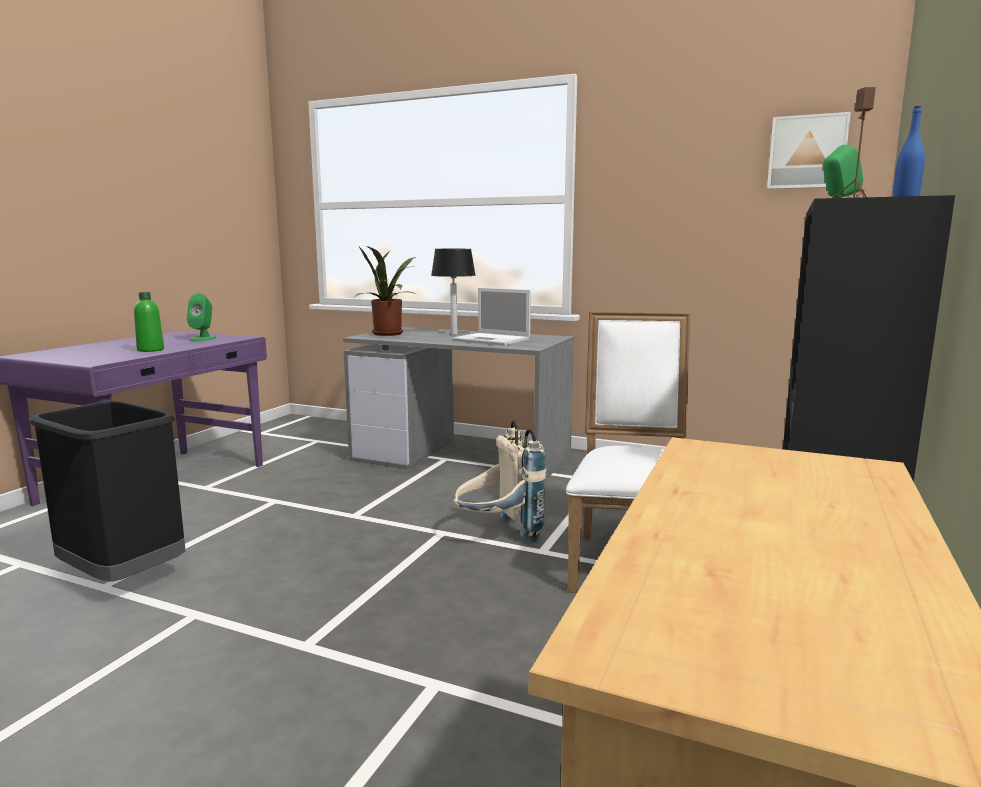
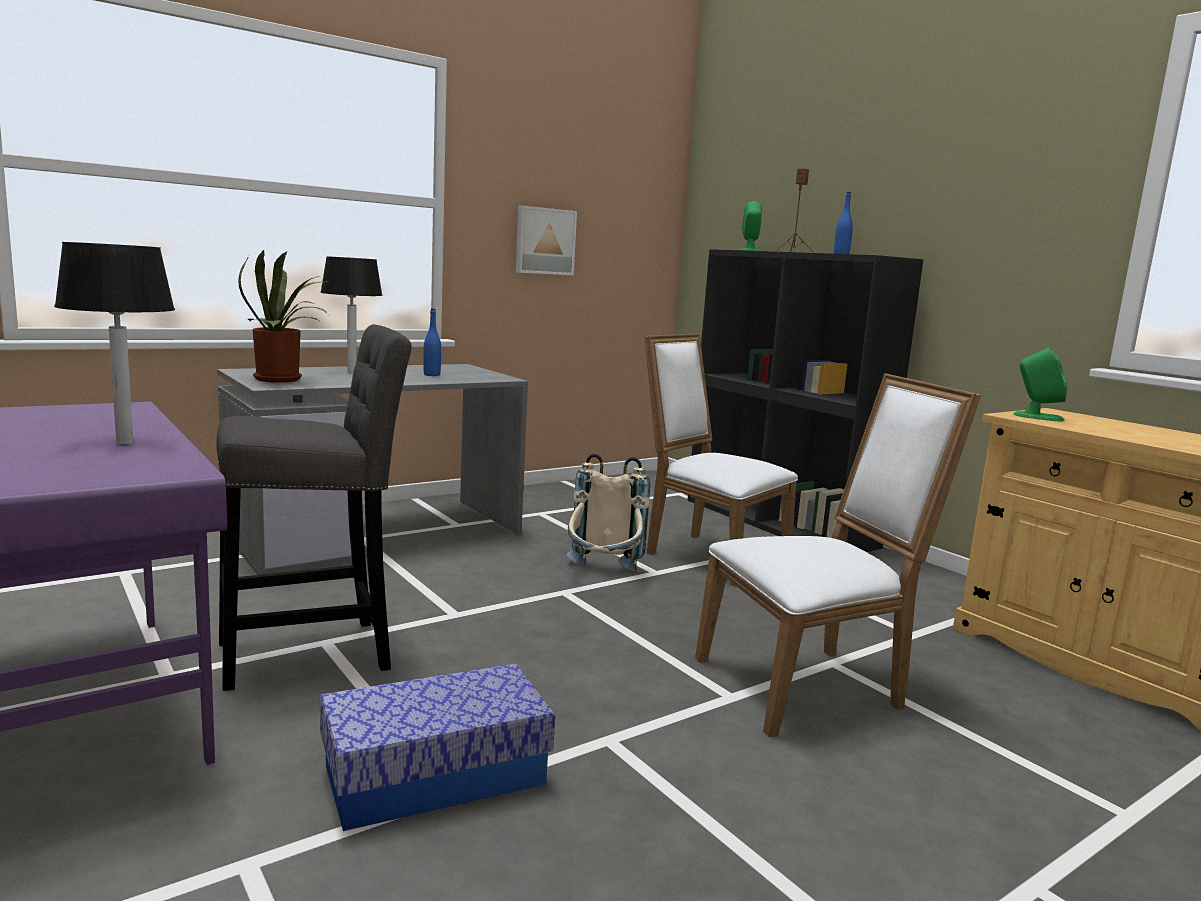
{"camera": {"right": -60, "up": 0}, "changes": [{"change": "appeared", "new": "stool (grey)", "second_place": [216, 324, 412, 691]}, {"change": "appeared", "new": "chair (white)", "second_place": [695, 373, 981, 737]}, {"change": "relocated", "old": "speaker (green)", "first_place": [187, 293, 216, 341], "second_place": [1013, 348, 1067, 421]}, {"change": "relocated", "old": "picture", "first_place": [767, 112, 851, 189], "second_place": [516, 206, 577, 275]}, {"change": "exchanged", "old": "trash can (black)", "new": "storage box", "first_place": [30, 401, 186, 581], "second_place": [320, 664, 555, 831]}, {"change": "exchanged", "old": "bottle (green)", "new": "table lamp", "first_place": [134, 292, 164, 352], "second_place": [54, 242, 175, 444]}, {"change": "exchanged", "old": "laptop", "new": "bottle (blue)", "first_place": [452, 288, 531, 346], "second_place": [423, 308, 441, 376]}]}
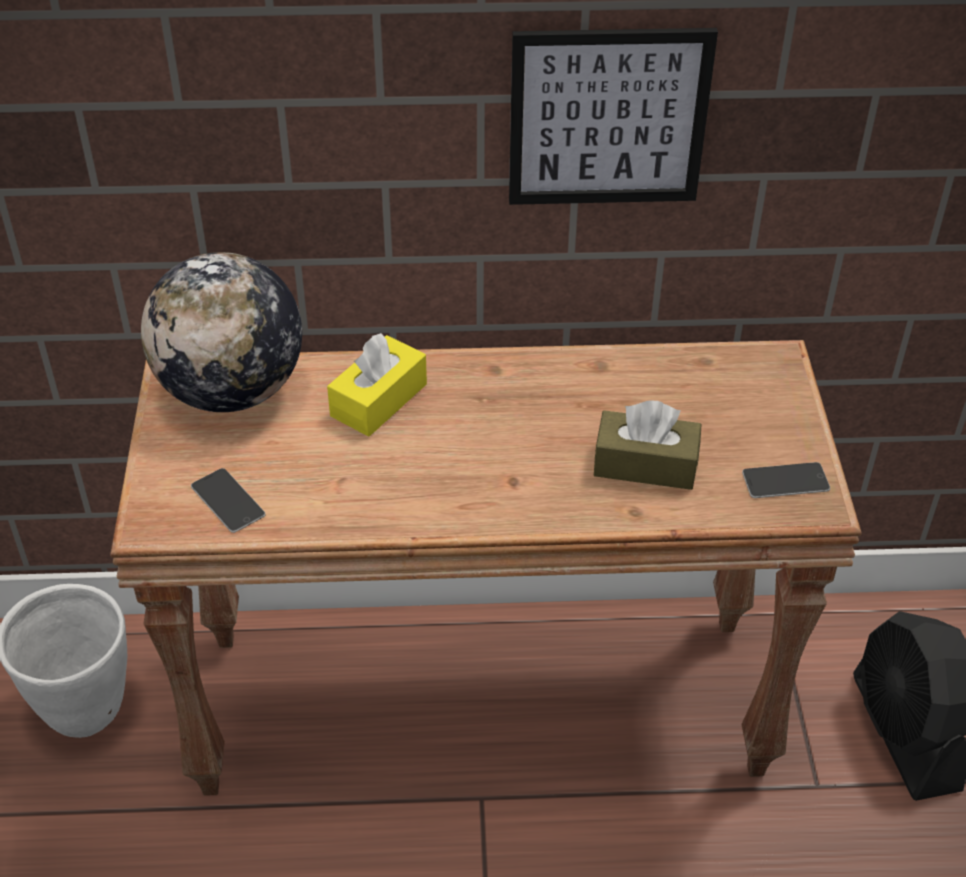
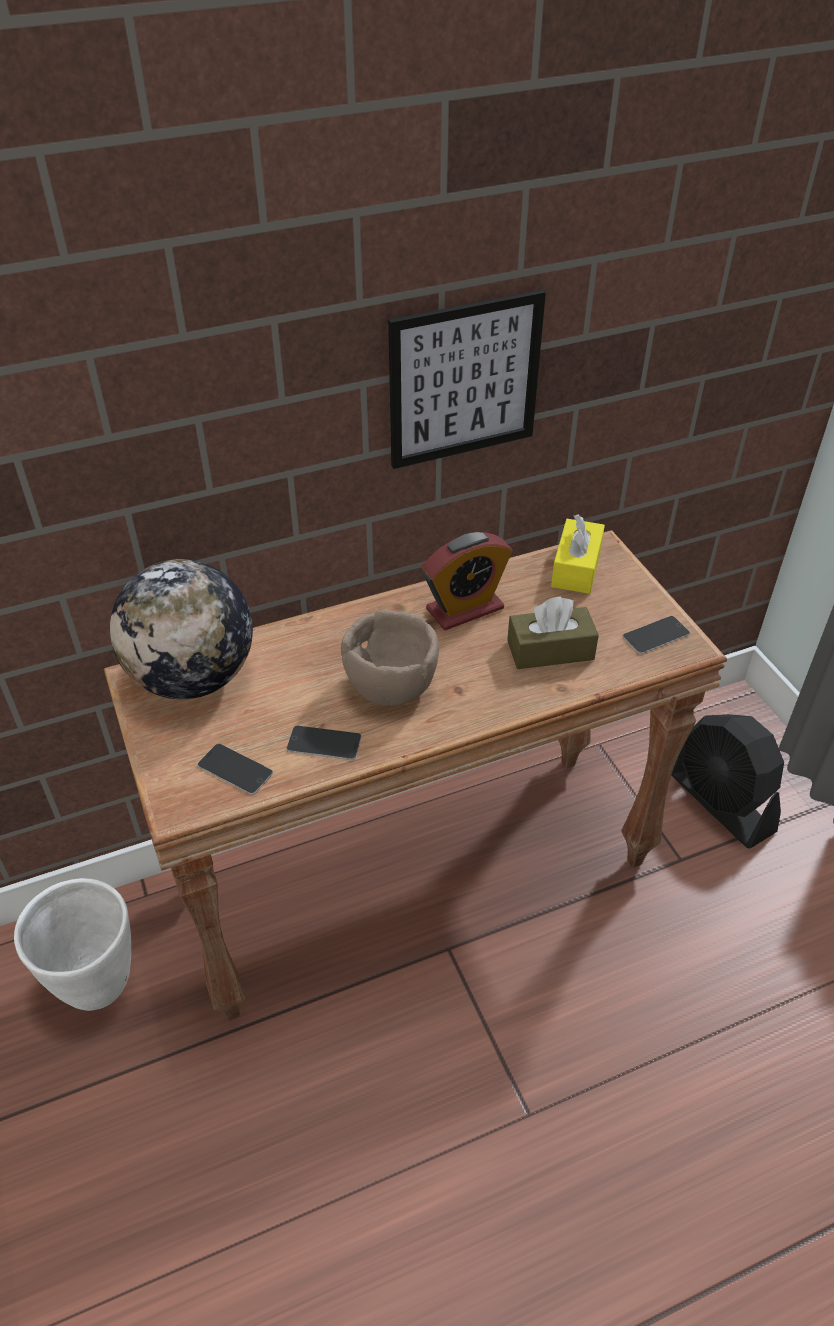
{"camera": {"right": -20, "up": 0}, "changes": [{"change": "appeared", "new": "phone", "second_place": [286, 726, 362, 760]}, {"change": "appeared", "new": "bowl (brown)", "second_place": [341, 610, 439, 706]}, {"change": "appeared", "new": "alarm clock", "second_place": [422, 532, 512, 630]}, {"change": "relocated", "old": "tissue box (yellow)", "first_place": [327, 333, 427, 437], "second_place": [551, 514, 605, 594]}]}
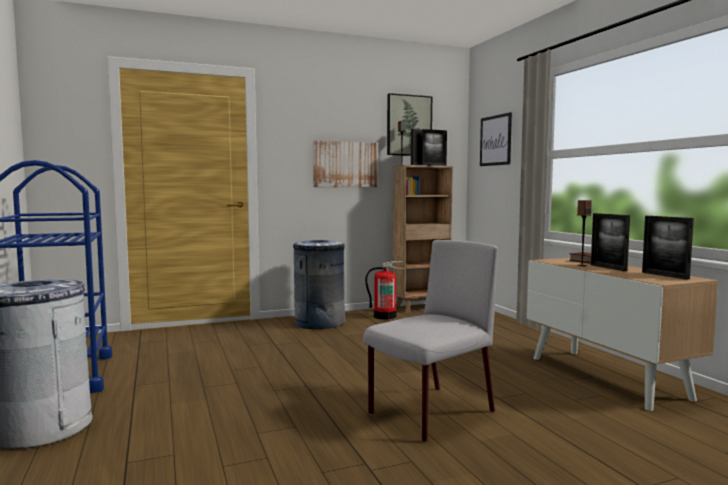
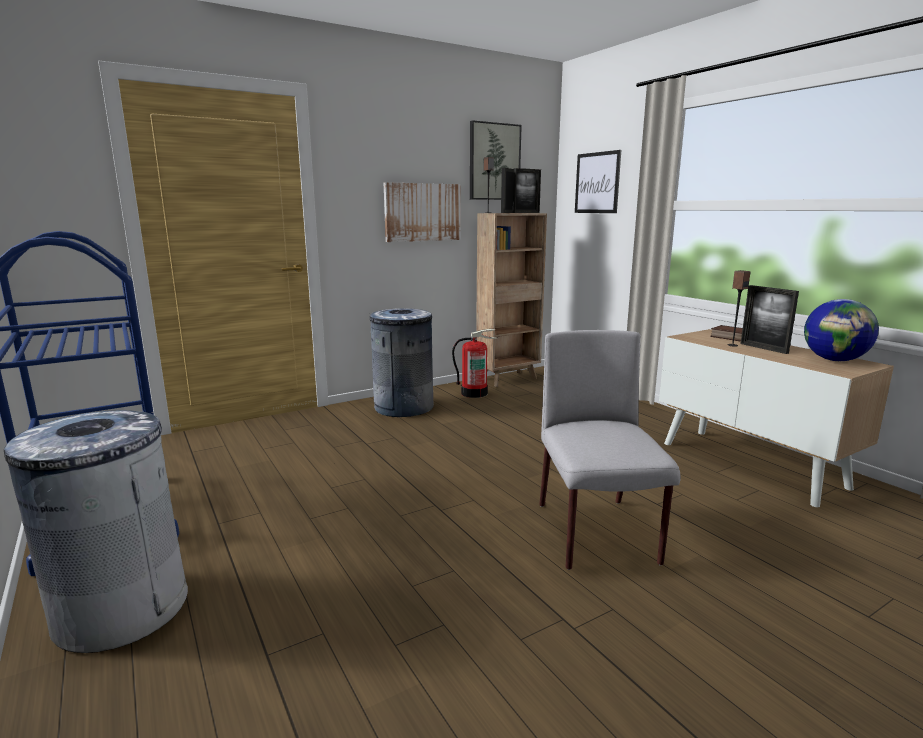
{"camera": {"right": -10, "up": 10}, "changes": [{"change": "exchanged", "old": "picture frame", "new": "globe", "first_place": [642, 216, 694, 280], "second_place": [804, 299, 879, 361]}, {"change": "spun", "old": "chair (grey)", "first_place": [363, 240, 498, 442], "second_place": [539, 330, 681, 570], "degrees": -45}]}
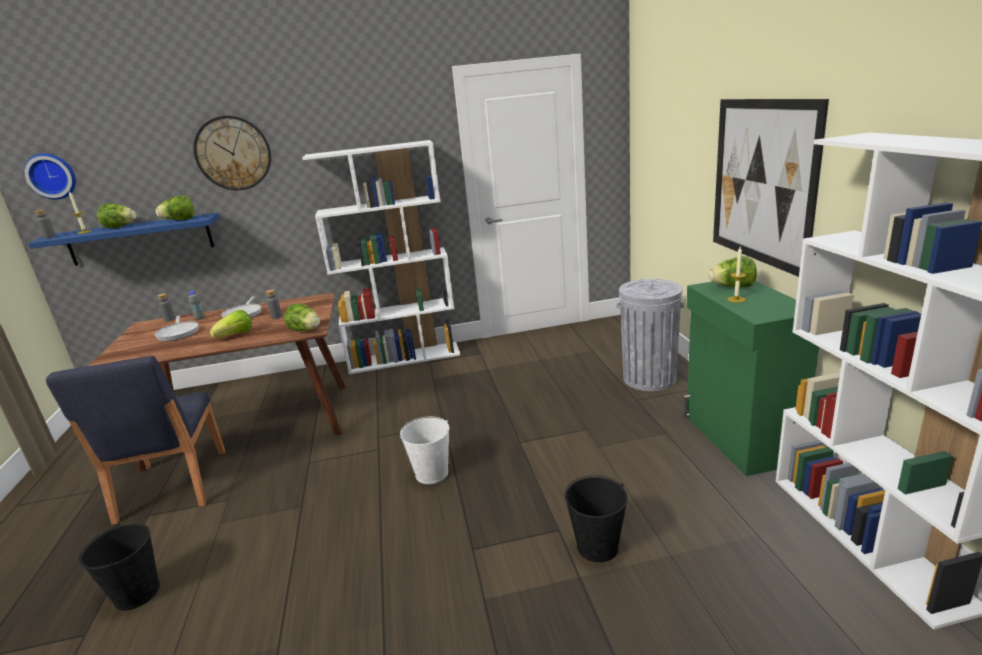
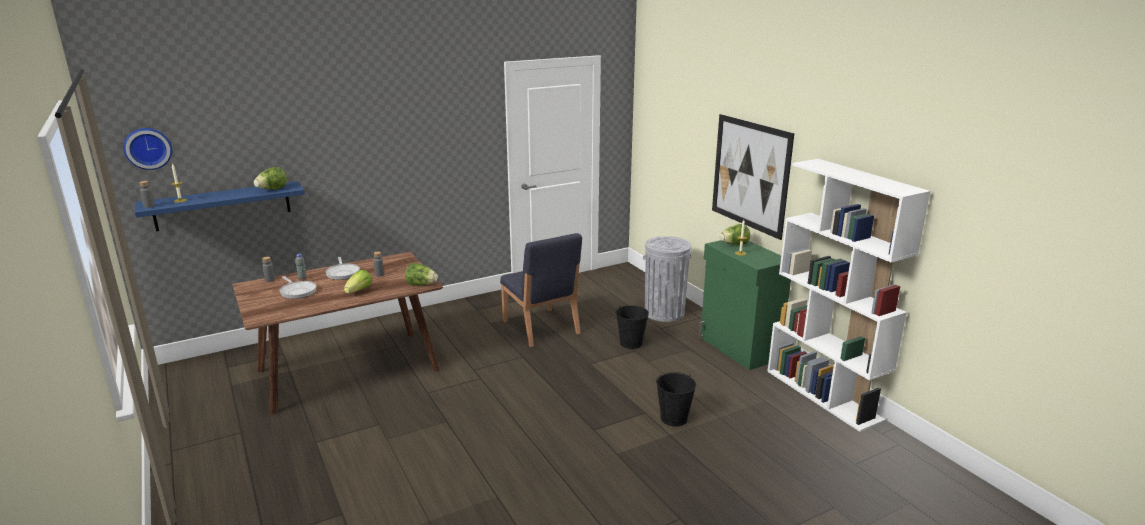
{"camera": {"right": -20, "up": 0}, "changes": [{"change": "missing", "old": "lettuce", "first_place": [97, 204, 137, 228]}, {"change": "missing", "old": "wall clock", "first_place": [194, 116, 271, 190]}, {"change": "missing", "old": "bookcase (white)", "first_place": [302, 140, 460, 374]}, {"change": "missing", "old": "bucket (white)", "first_place": [400, 416, 449, 484]}, {"change": "relocated", "old": "chair (blue)", "first_place": [46, 356, 225, 525], "second_place": [500, 233, 582, 347]}, {"change": "relocated", "old": "bucket (black)", "first_place": [79, 524, 160, 611], "second_place": [616, 305, 649, 349]}]}
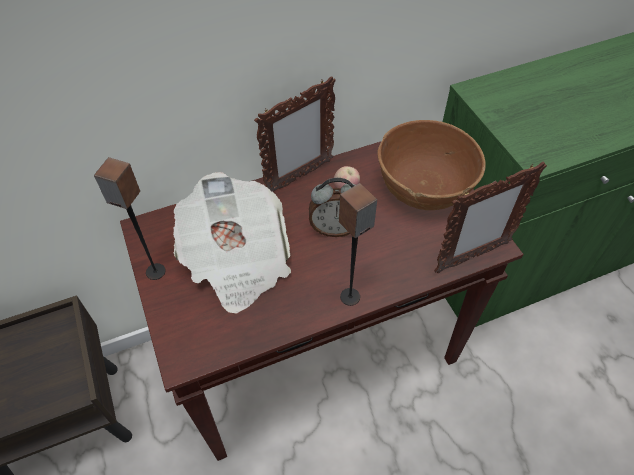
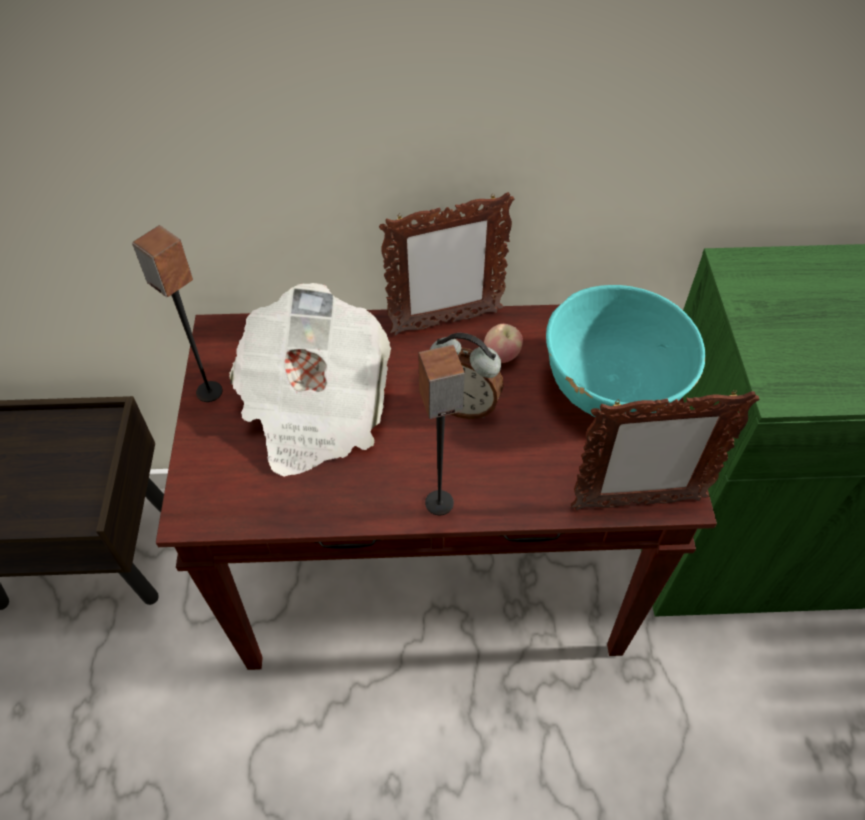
{"camera": {"right": 20, "up": 0}, "changes": [{"change": "colour", "old": "bowl (brown)", "new": "bowl (turquoise)", "first_place": [377, 120, 486, 210], "second_place": [546, 285, 705, 417]}]}
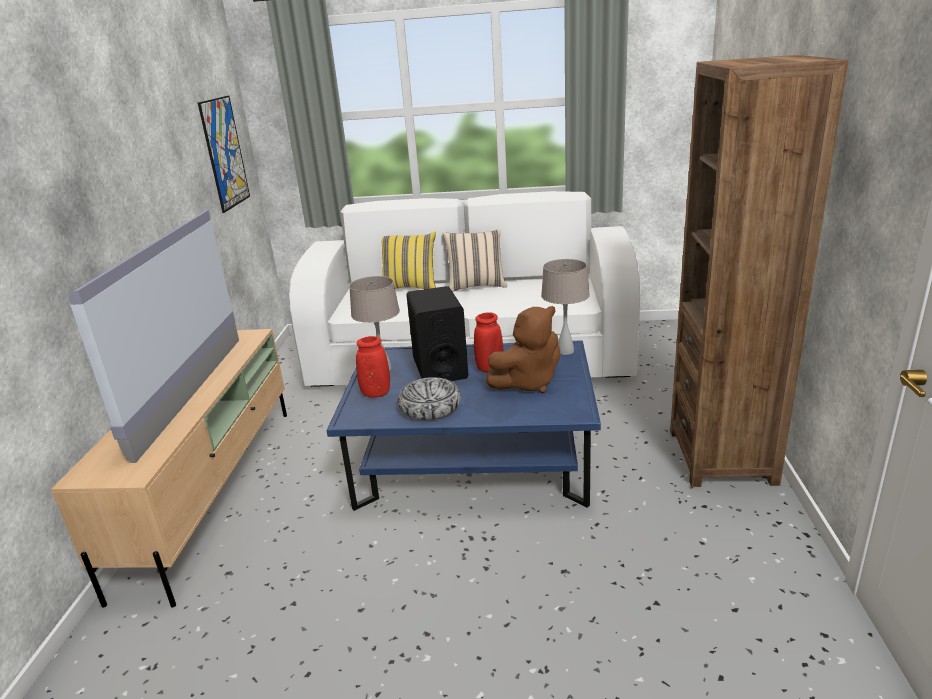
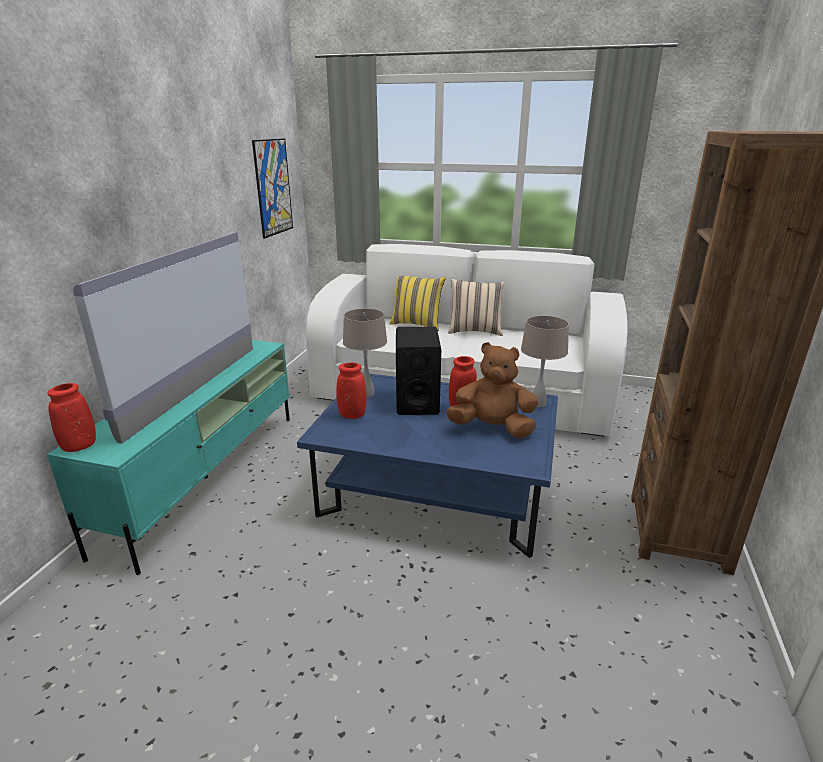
{"camera": {"right": 10, "up": 0}, "changes": [{"change": "missing", "old": "bowl", "first_place": [398, 377, 461, 420]}, {"change": "appeared", "new": "vase (red)", "second_place": [47, 383, 96, 452]}, {"change": "colour", "old": "tv stand (beige)", "new": "tv stand (turquoise)", "first_place": [51, 329, 287, 608], "second_place": [47, 340, 290, 575]}, {"change": "spun", "old": "plush toy (brown)", "first_place": [486, 306, 560, 393], "second_place": [446, 342, 538, 438], "degrees": -150}]}
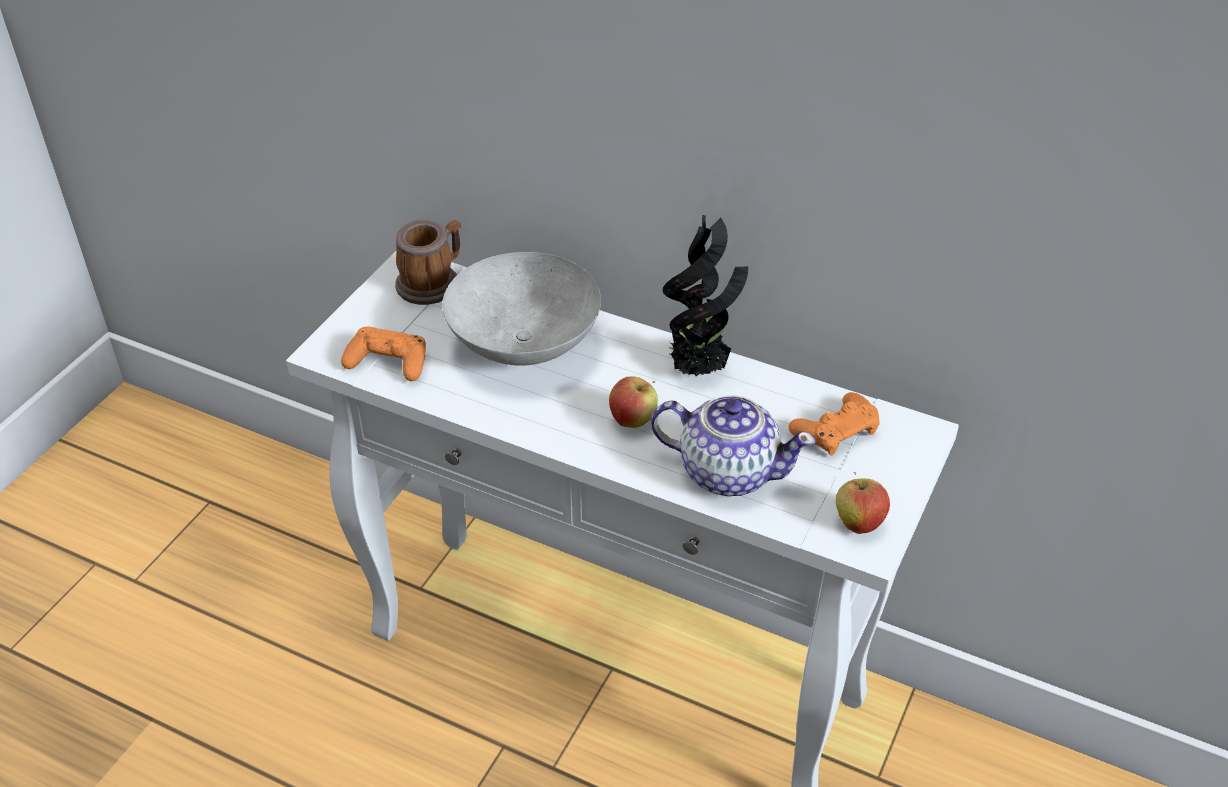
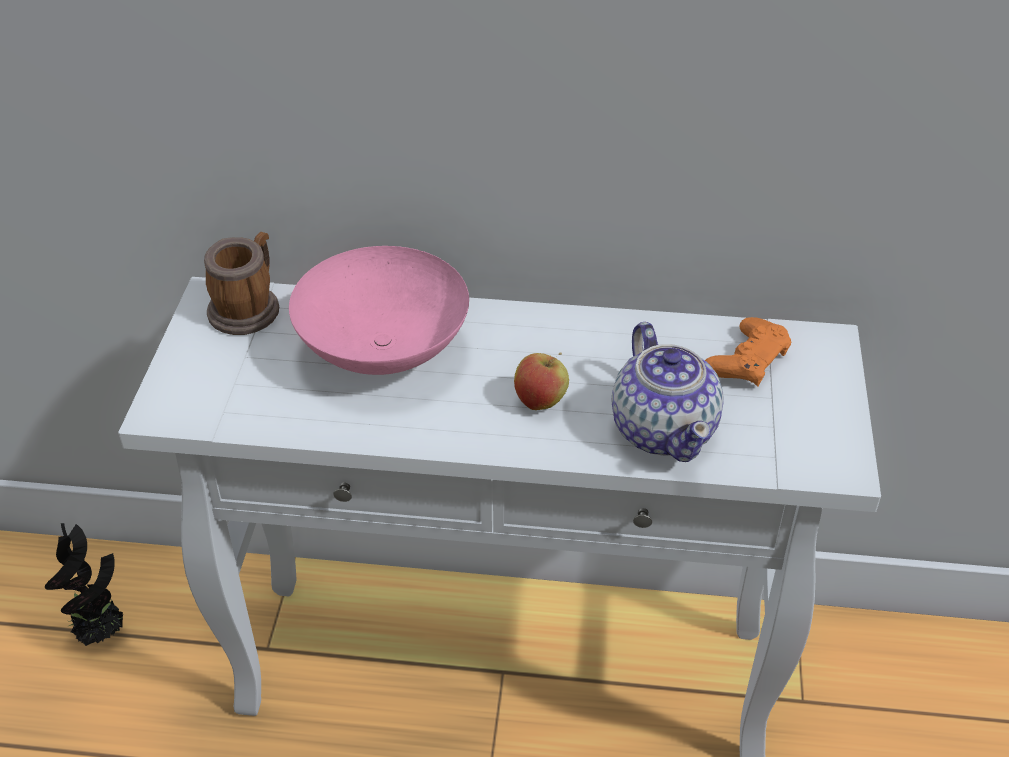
{"camera": {"right": -20, "up": 0}, "changes": [{"change": "missing", "old": "game controller (orange)", "first_place": [341, 326, 426, 381]}, {"change": "missing", "old": "apple", "first_place": [836, 471, 890, 534]}, {"change": "relocated", "old": "potted plant", "first_place": [663, 215, 748, 376], "second_place": [45, 523, 123, 646]}, {"change": "colour", "old": "bowl (grey)", "new": "bowl (pink)", "first_place": [442, 252, 601, 366], "second_place": [289, 246, 469, 375]}, {"change": "spun", "old": "teapot", "first_place": [651, 395, 816, 496], "second_place": [612, 322, 724, 462], "degrees": 75}]}
